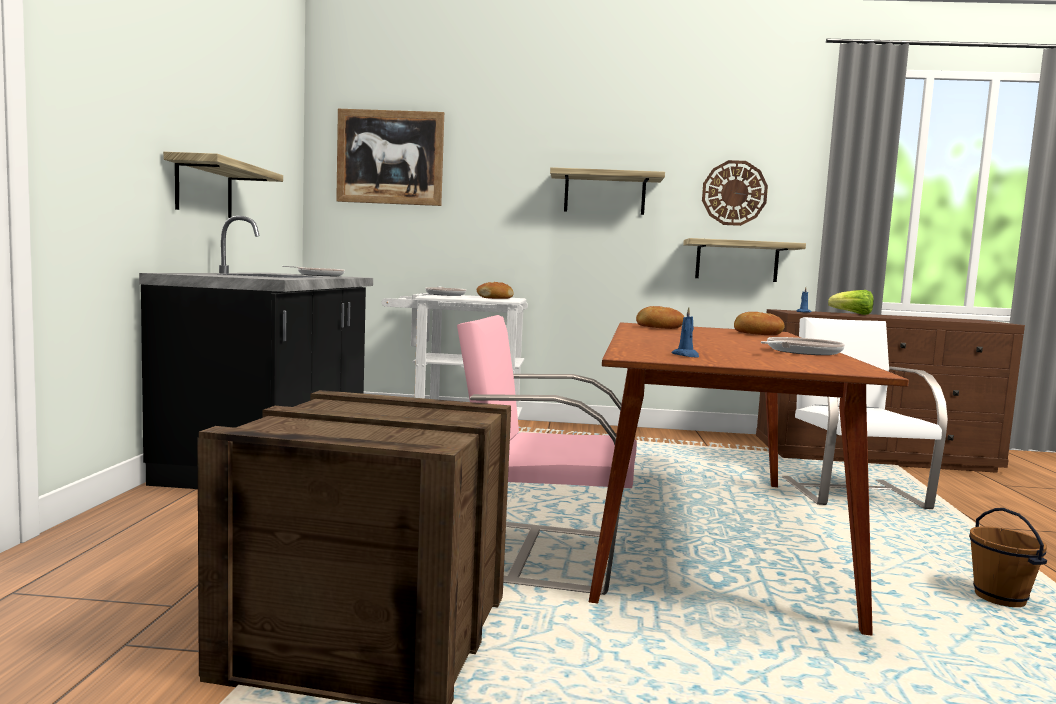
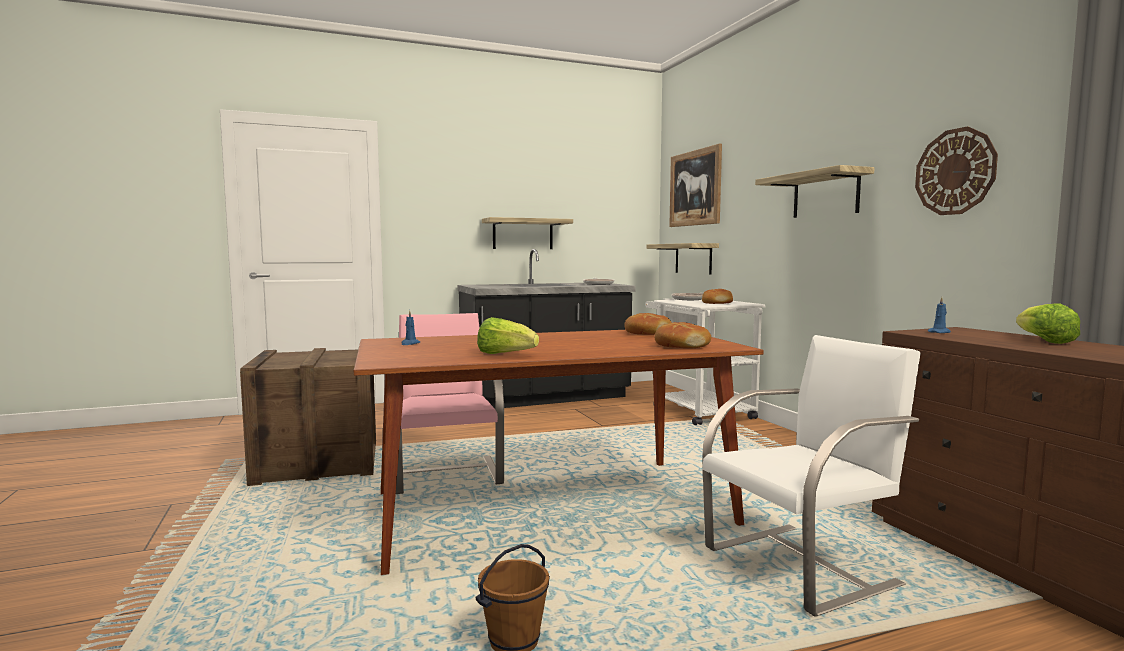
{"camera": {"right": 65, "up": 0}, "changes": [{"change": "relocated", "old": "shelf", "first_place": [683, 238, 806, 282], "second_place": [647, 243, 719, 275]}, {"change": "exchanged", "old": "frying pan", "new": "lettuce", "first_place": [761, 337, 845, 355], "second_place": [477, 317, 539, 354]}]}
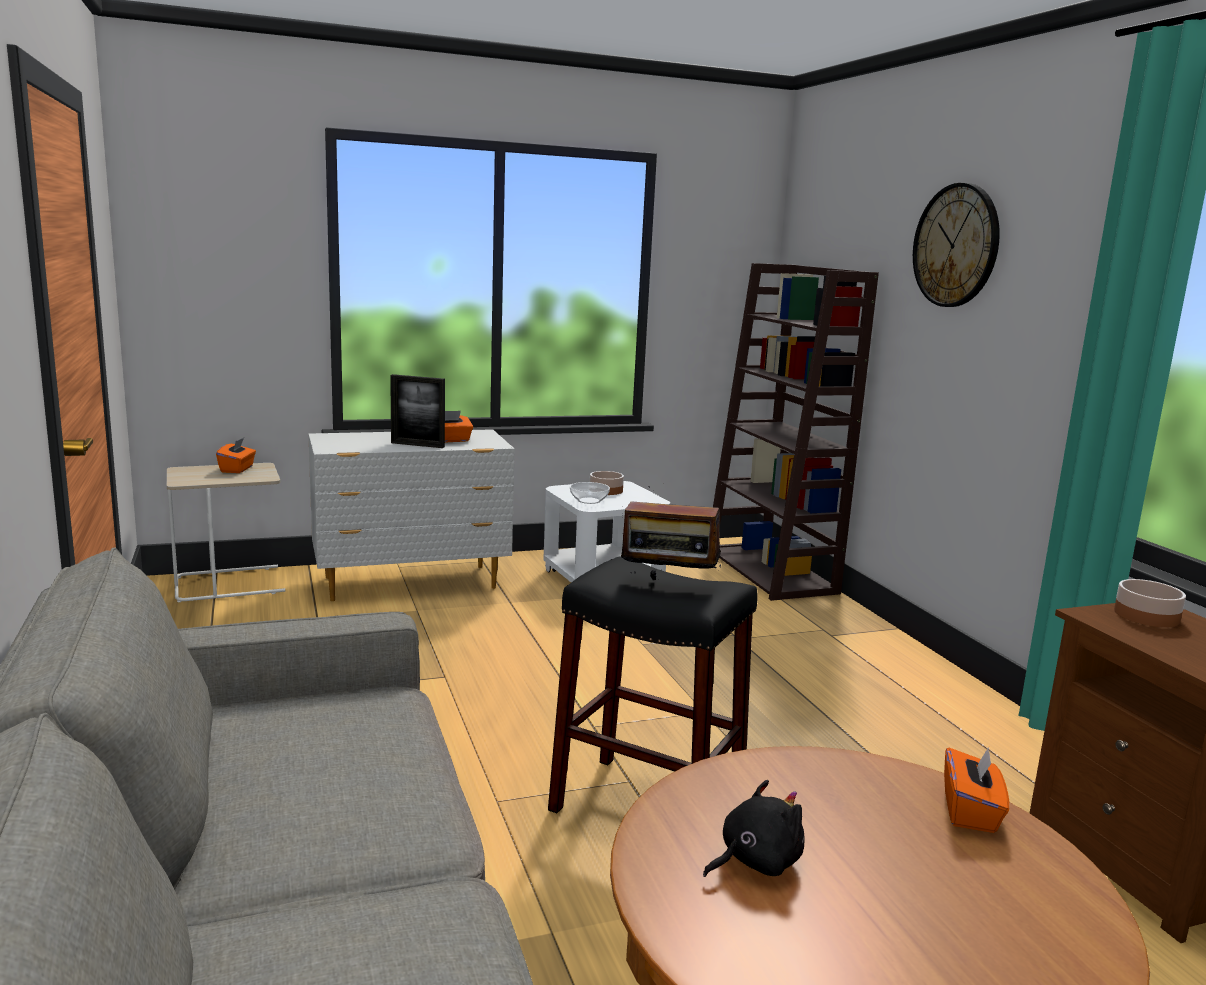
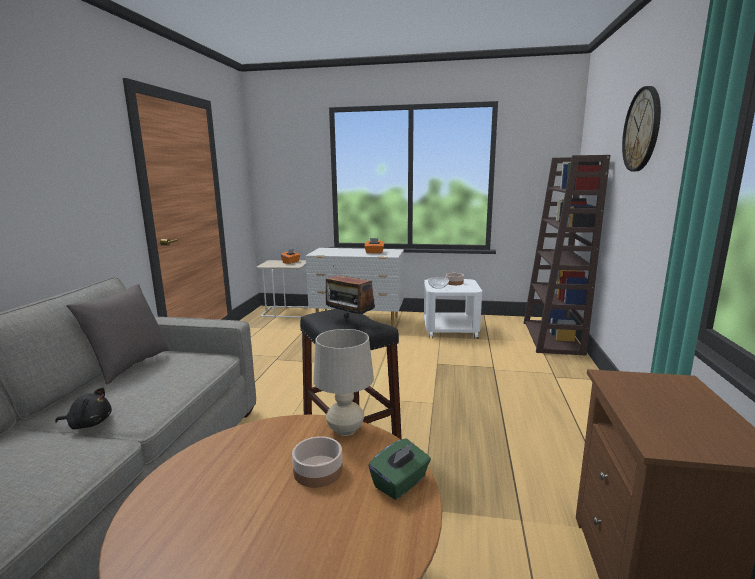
{"camera": {"right": 30, "up": 0}, "changes": [{"change": "missing", "old": "picture frame", "first_place": [390, 374, 445, 448]}, {"change": "appeared", "new": "pillow (grey)", "second_place": [66, 284, 169, 385]}, {"change": "appeared", "new": "table lamp (beige)", "second_place": [313, 329, 374, 436]}, {"change": "relocated", "old": "plush toy (black)", "first_place": [703, 780, 805, 877], "second_place": [55, 387, 112, 430]}, {"change": "relocated", "old": "bowl", "first_place": [1114, 579, 1186, 627], "second_place": [292, 436, 343, 488]}, {"change": "colour", "old": "tissue box (orange)", "new": "tissue box (green)", "first_place": [944, 747, 1009, 833], "second_place": [368, 438, 431, 500]}]}
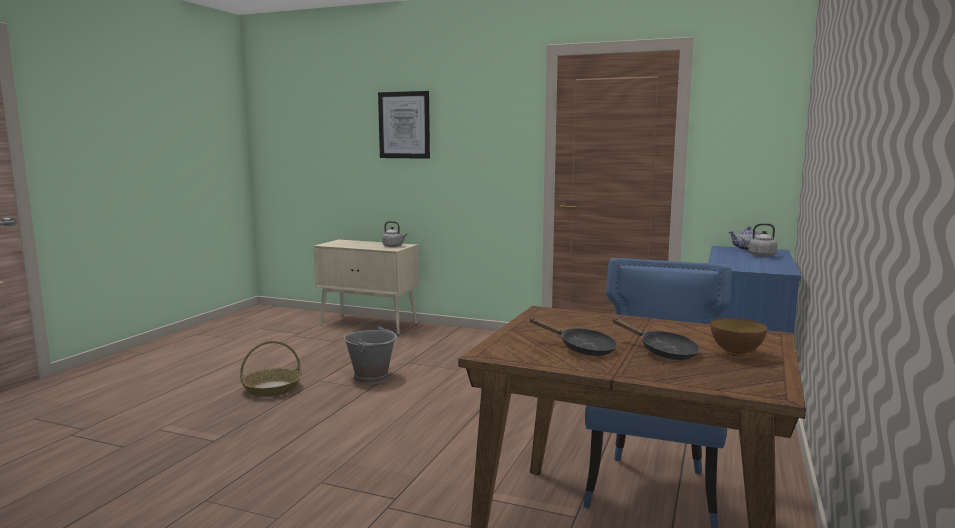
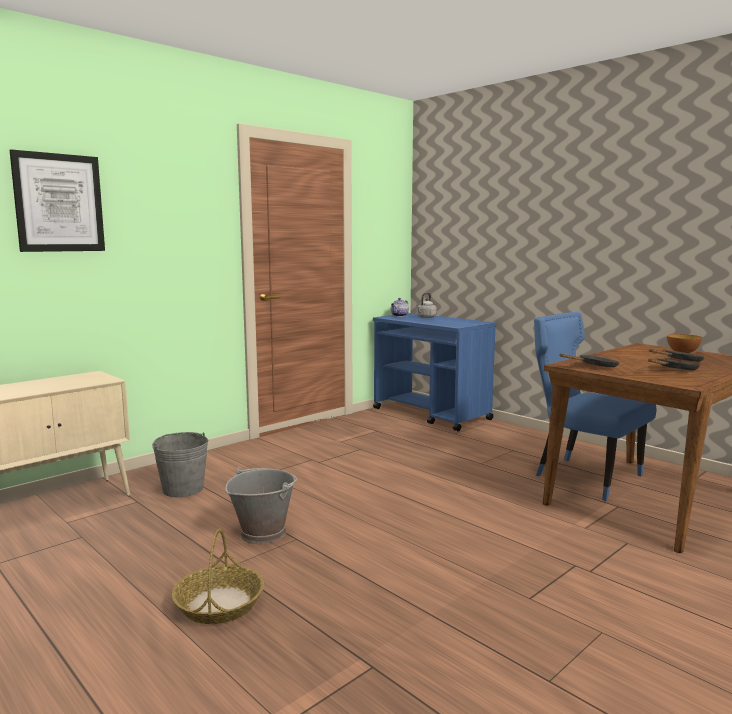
{"camera": {"right": -65, "up": 0}, "changes": [{"change": "missing", "old": "kettle (grey)", "first_place": [382, 221, 407, 247]}, {"change": "appeared", "new": "bucket (grey)", "second_place": [152, 432, 208, 497]}, {"change": "appeared", "new": "frying pan (black)", "second_place": [560, 354, 619, 367]}]}
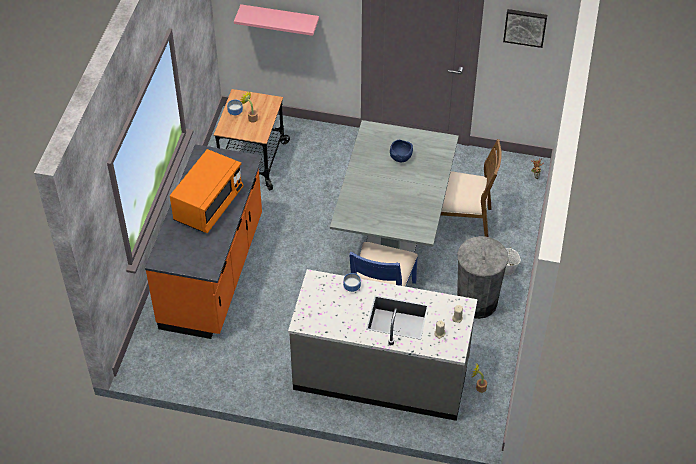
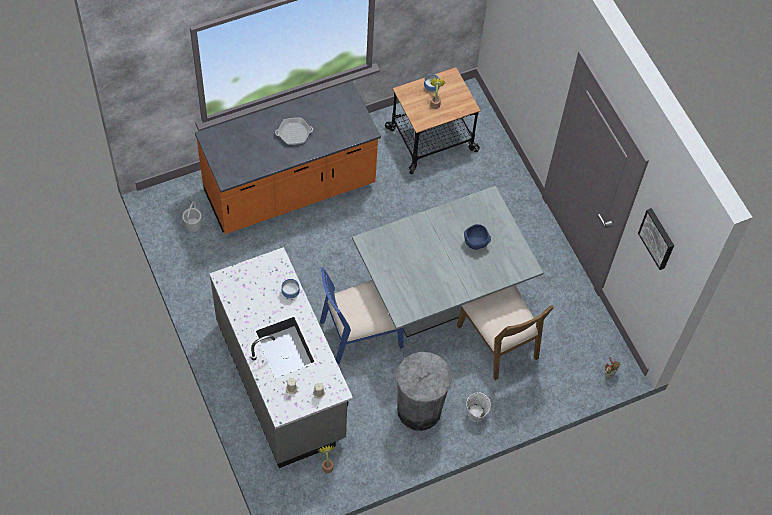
{"camera": {"right": 50, "up": 10}, "changes": [{"change": "missing", "old": "shelf (pink)", "first_place": [234, 4, 319, 36]}, {"change": "appeared", "new": "bucket (white)", "second_place": [182, 201, 201, 232]}, {"change": "exchanged", "old": "microwave (orange)", "new": "frying pan", "first_place": [170, 149, 243, 233], "second_place": [275, 117, 313, 145]}]}
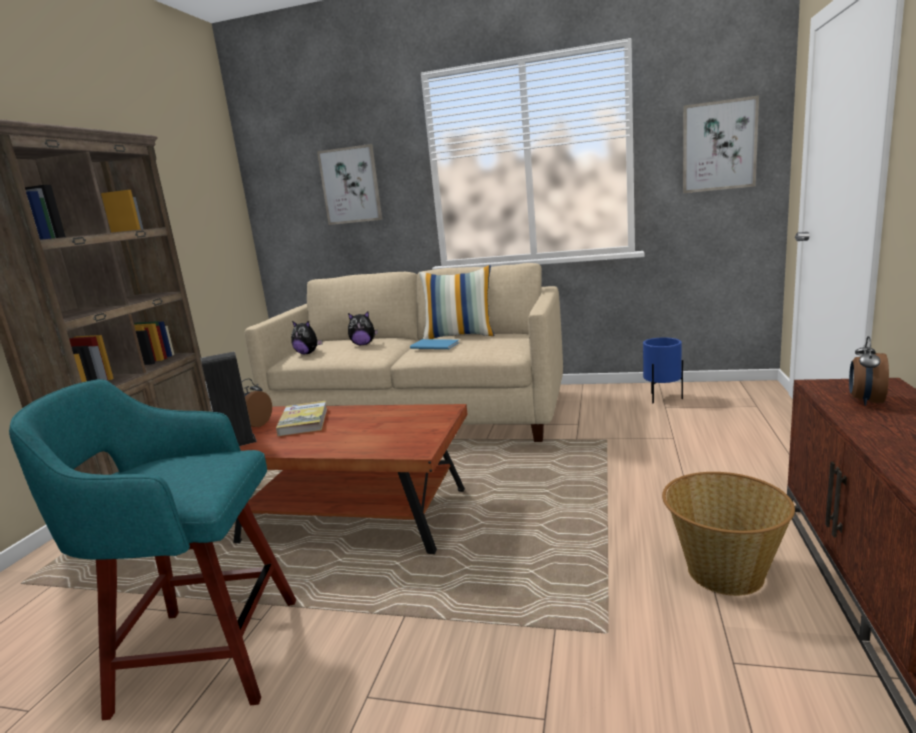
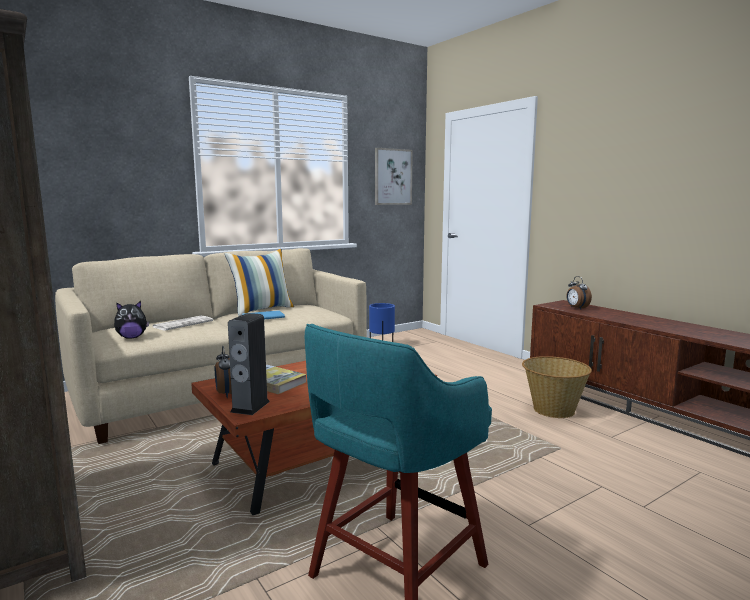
{"camera": {"right": -50, "up": -5}, "changes": [{"change": "missing", "old": "picture", "first_place": [317, 144, 382, 225]}, {"change": "exchanged", "old": "plush toy", "new": "newspaper", "first_place": [348, 311, 378, 345], "second_place": [153, 316, 213, 331]}]}
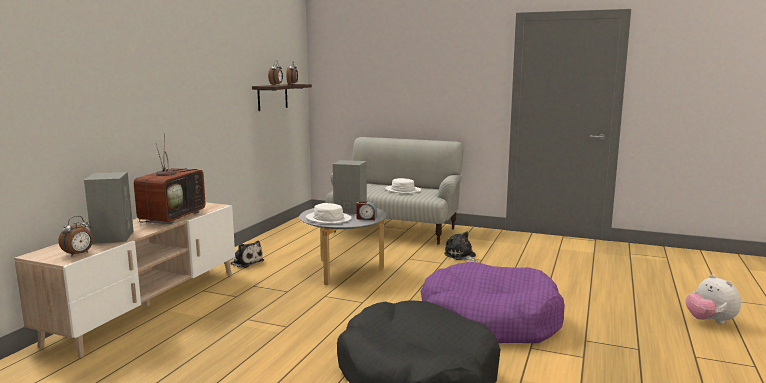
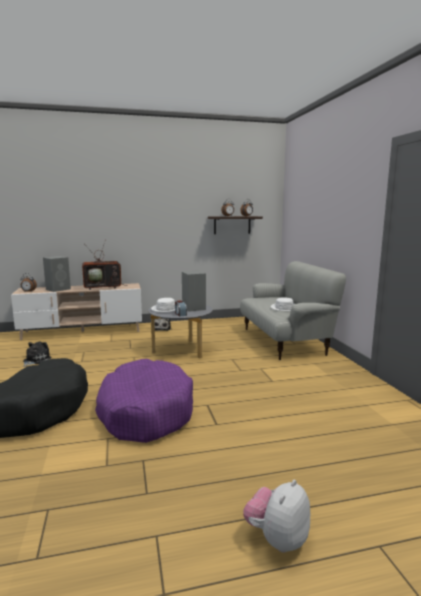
{"camera": {"right": 55, "up": 0}, "changes": [{"change": "relocated", "old": "plush toy", "first_place": [444, 232, 477, 261], "second_place": [23, 341, 52, 367]}]}
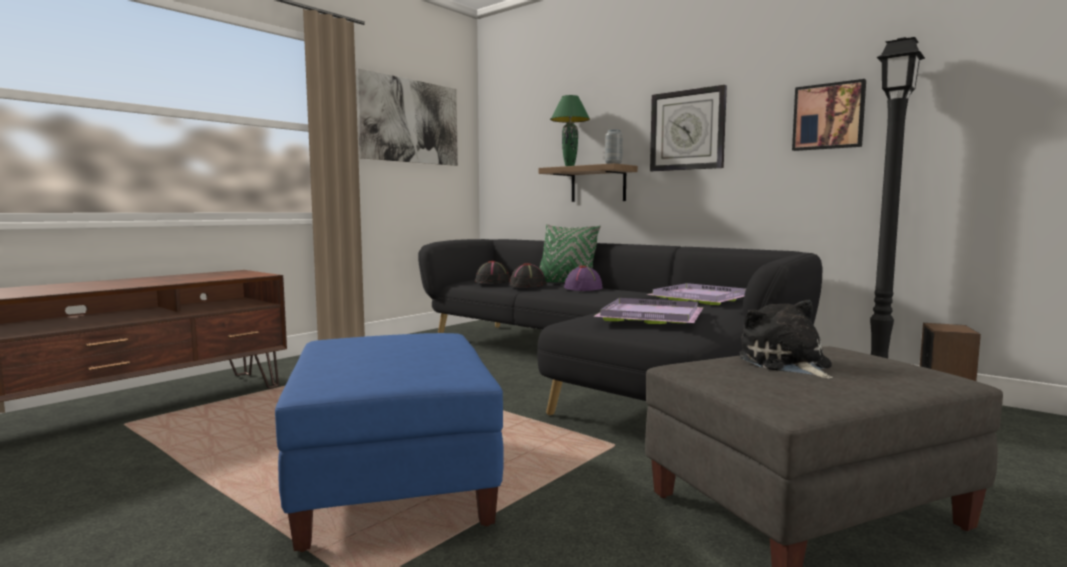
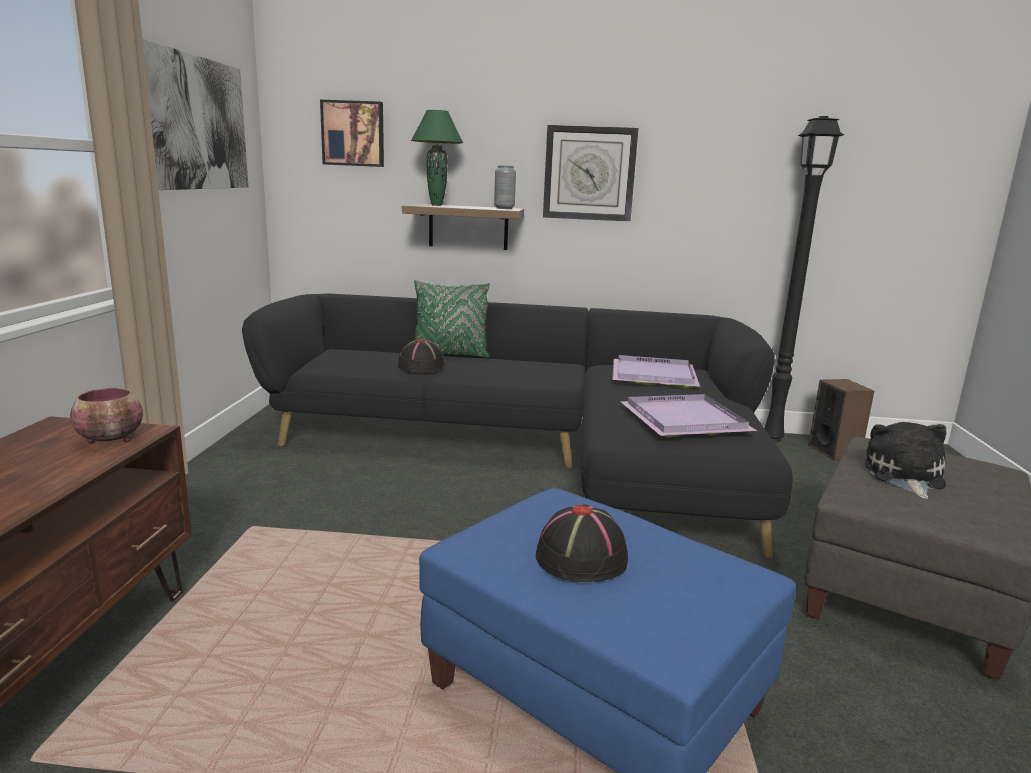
{"camera": {"right": -35, "up": 10}, "changes": [{"change": "missing", "old": "hat (purple)", "first_place": [564, 266, 603, 291]}, {"change": "appeared", "new": "bowl", "second_place": [70, 388, 143, 444]}, {"change": "relocated", "old": "hat (black)", "first_place": [475, 261, 510, 283], "second_place": [536, 504, 628, 582]}, {"change": "relocated", "old": "picture", "first_place": [792, 79, 866, 151], "second_place": [320, 100, 384, 167]}, {"change": "spun", "old": "plush toy", "first_place": [739, 300, 833, 379], "second_place": [864, 422, 946, 499], "degrees": 60}]}
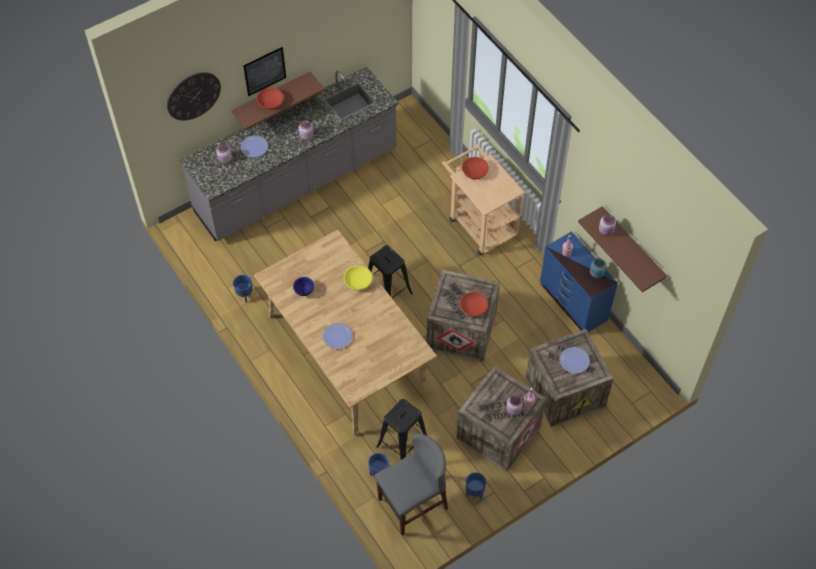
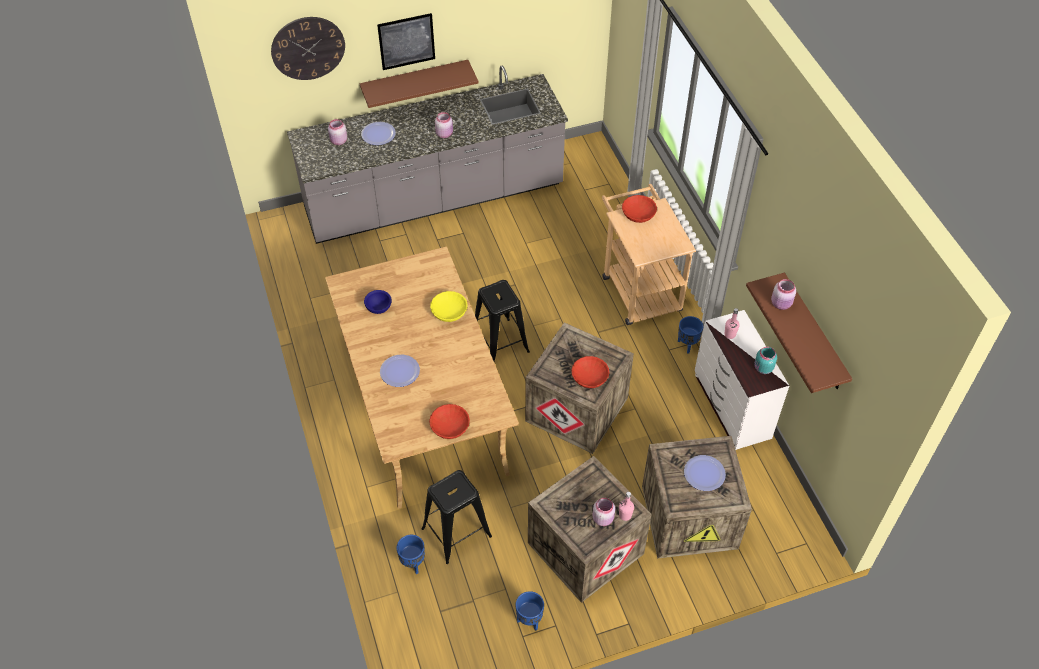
{"camera": {"right": 15, "up": -5}, "changes": [{"change": "missing", "old": "chair (grey)", "first_place": [374, 433, 448, 535]}, {"change": "relocated", "old": "planter (blue)", "first_place": [233, 275, 253, 303], "second_place": [678, 316, 703, 354]}, {"change": "relocated", "old": "bowl (red)", "first_place": [257, 88, 284, 110], "second_place": [429, 404, 470, 439]}, {"change": "colour", "old": "dresser (blue)", "new": "dresser (white)", "first_place": [540, 231, 618, 332], "second_place": [695, 310, 789, 450]}]}
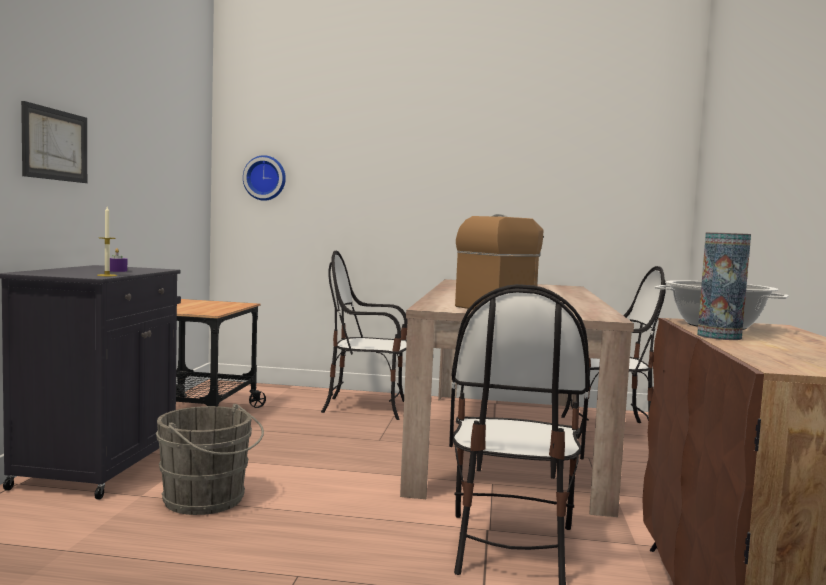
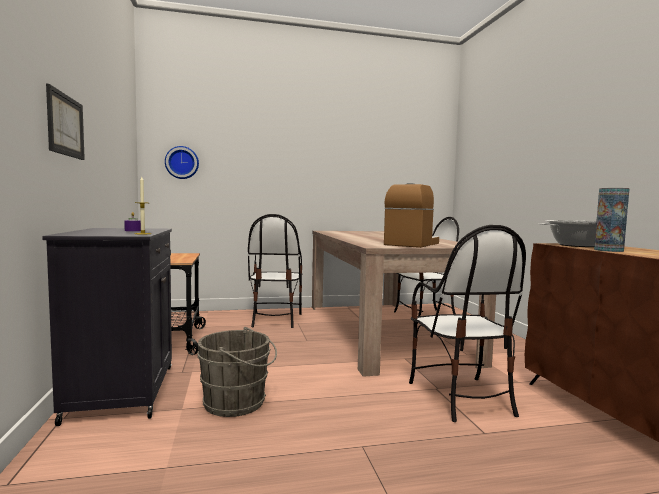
{"camera": {"right": -20, "up": 0}, "changes": [{"change": "spun", "old": "chair", "first_place": [321, 250, 408, 420], "second_place": [248, 214, 303, 328], "degrees": -75}]}
